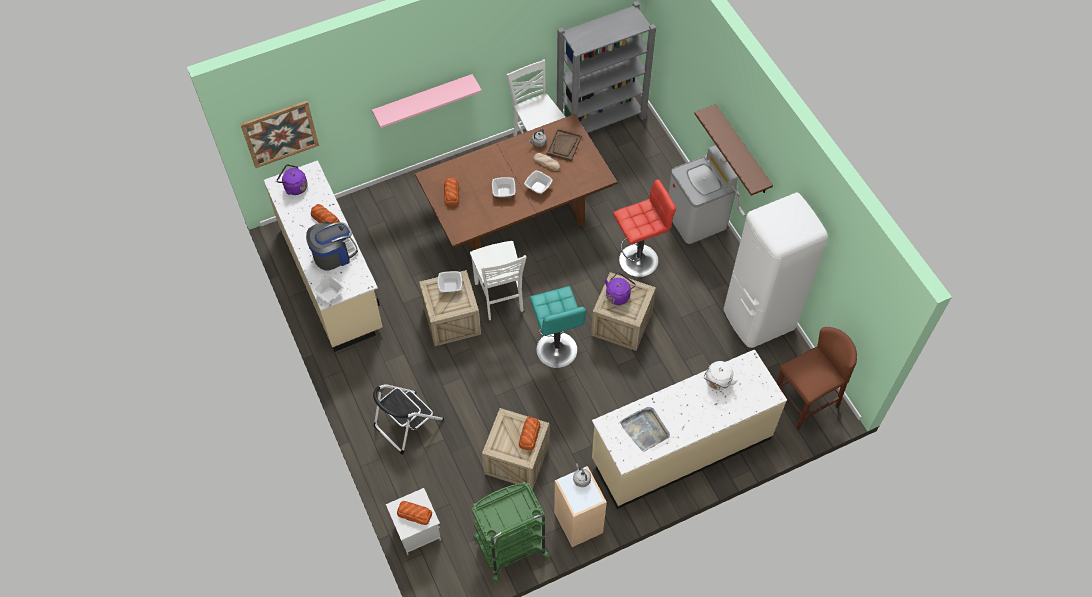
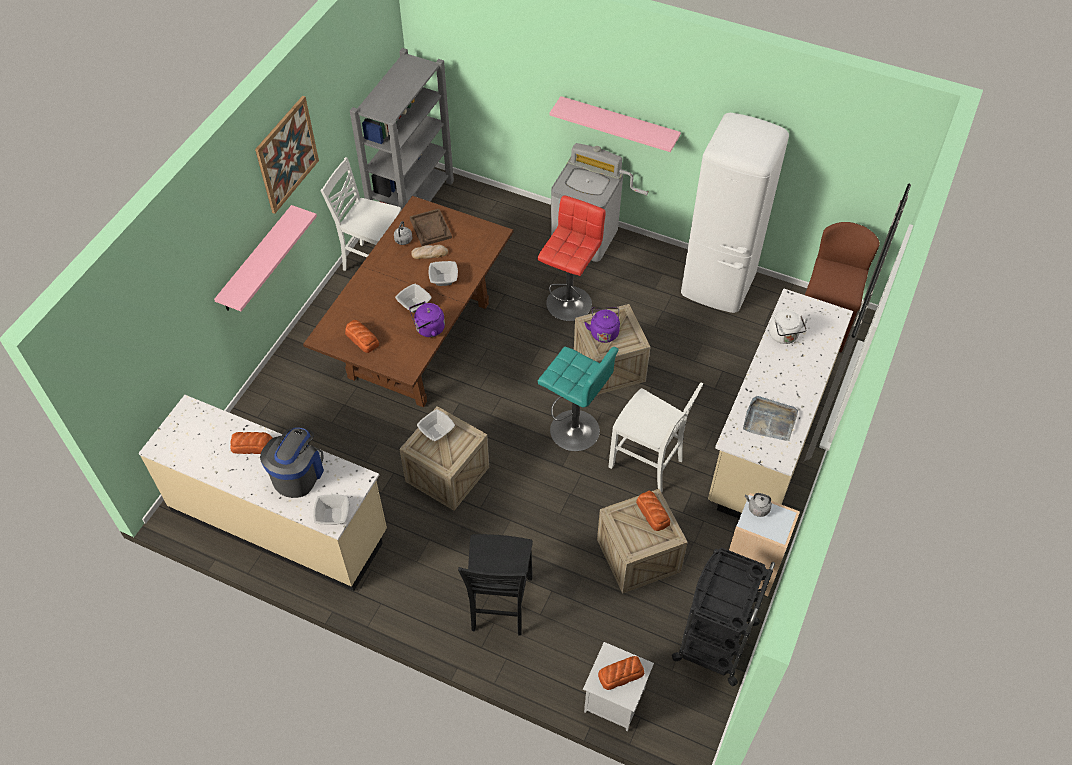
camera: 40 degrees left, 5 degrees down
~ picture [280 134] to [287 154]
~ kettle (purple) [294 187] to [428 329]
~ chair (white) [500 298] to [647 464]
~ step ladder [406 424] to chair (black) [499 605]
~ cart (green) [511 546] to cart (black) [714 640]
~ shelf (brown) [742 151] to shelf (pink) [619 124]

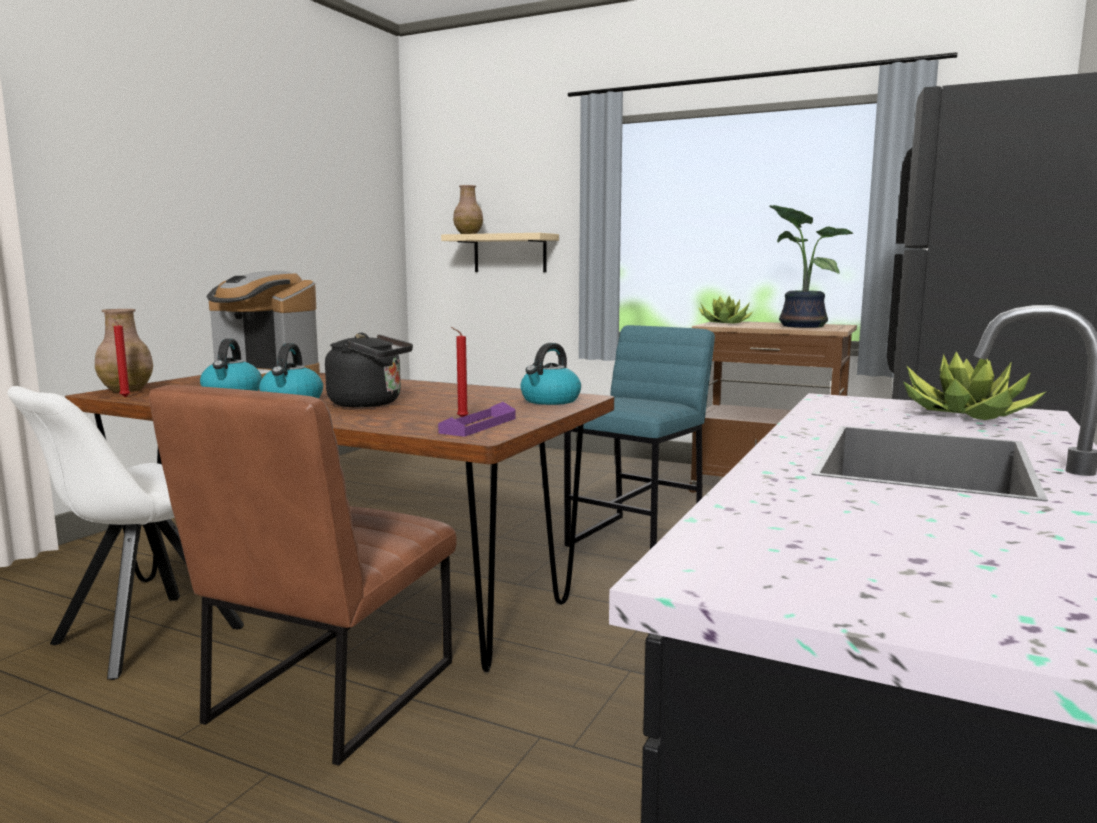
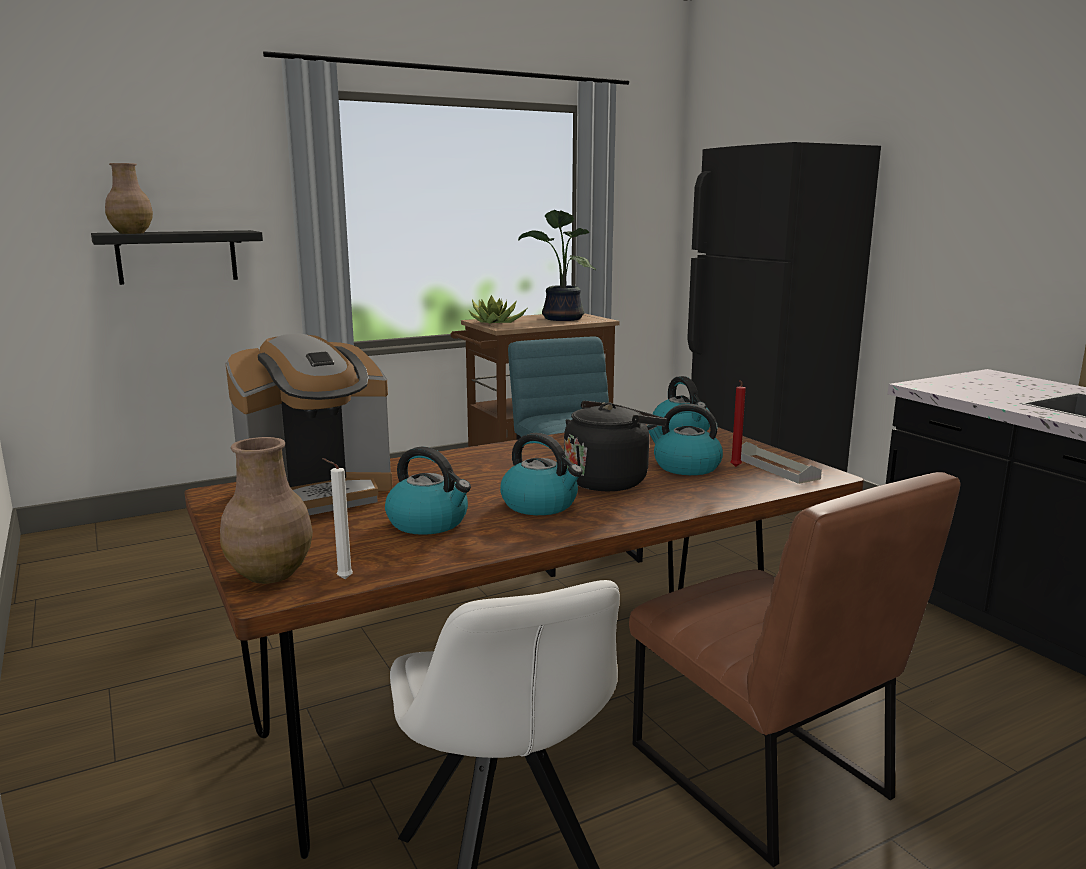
camera: 55 degrees left, 5 degrees up
- potted plant [965 415]
+ kettle [685 467]
~ candle (red) [124 397] to candle (white) [342 579]
~ tray (purple) [478 425] to tray (grey) [776 468]
~ shelf (beige) [510 253] to shelf (black) [177 256]

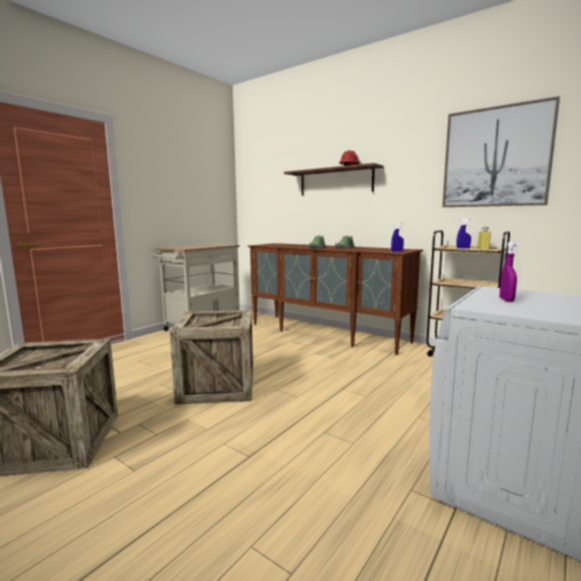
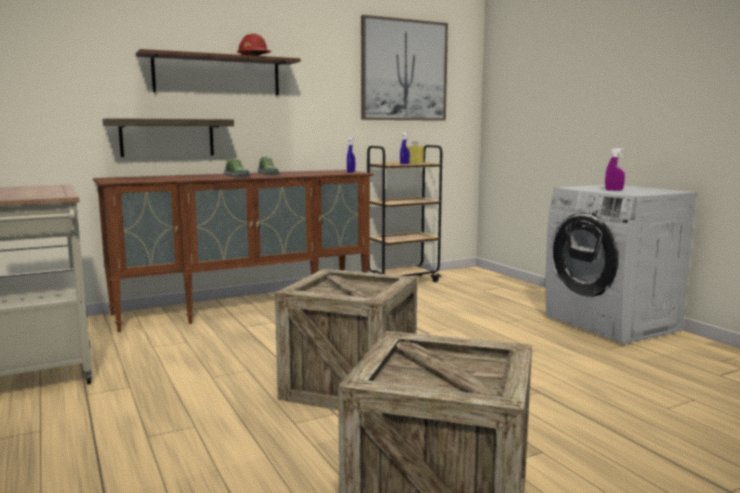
camera: 65 degrees left, 0 degrees up
+ shelf [167 137]

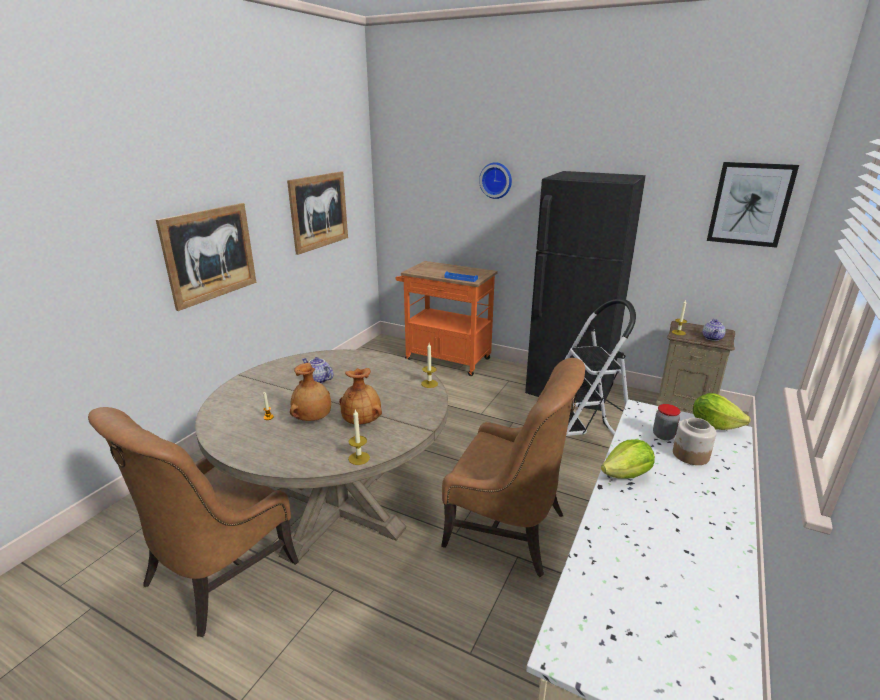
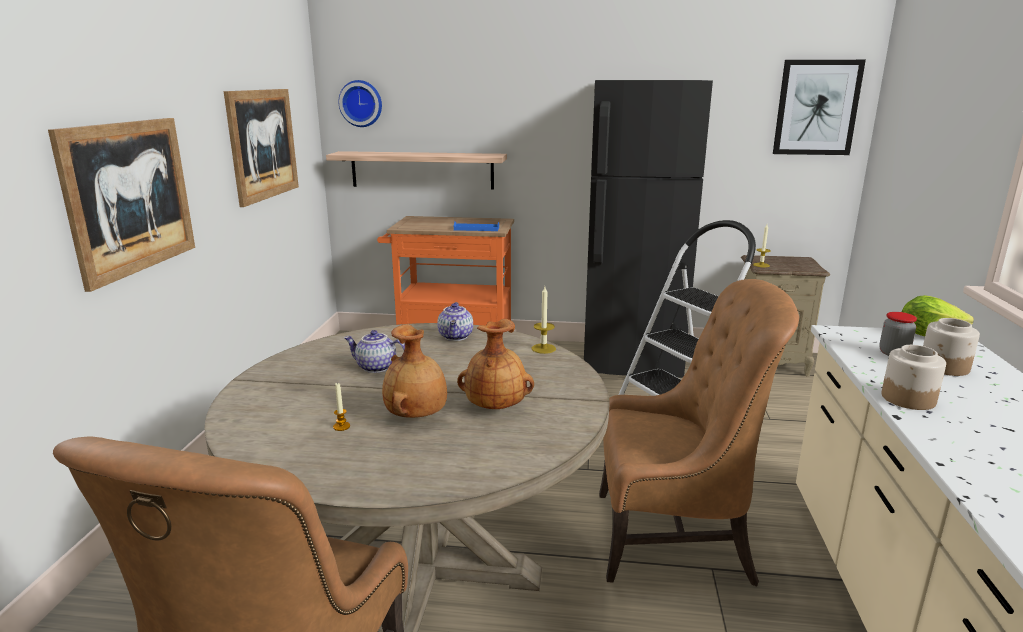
camera: 20 degrees left, 5 degrees down
- candle [359 458]
+ shelf [422 170]
~ wall clock [496 180] to [361 103]
~ teapot [712 338] to [456 336]
~ lettuce [627 475] to jar [909 399]

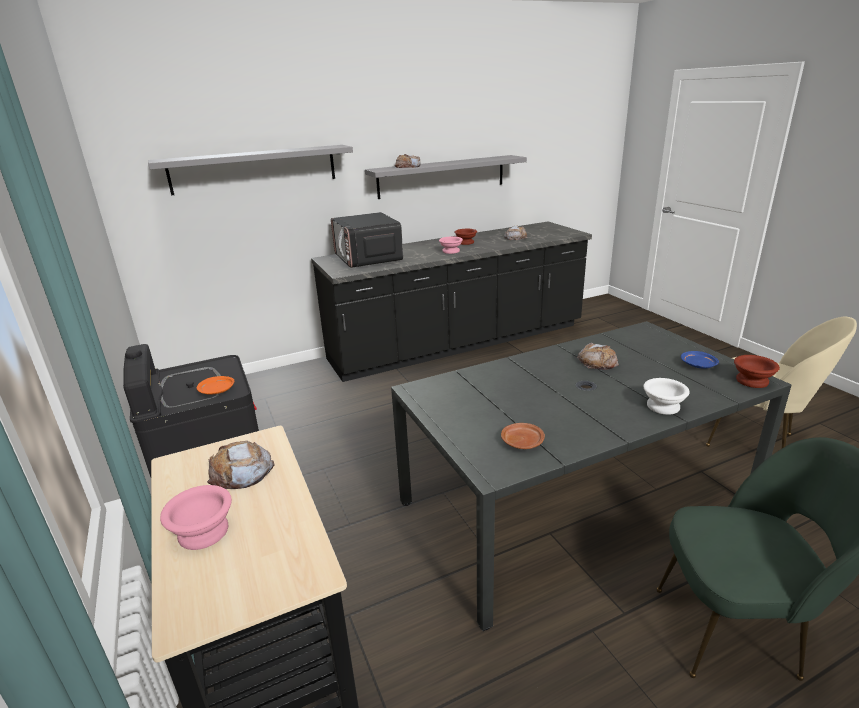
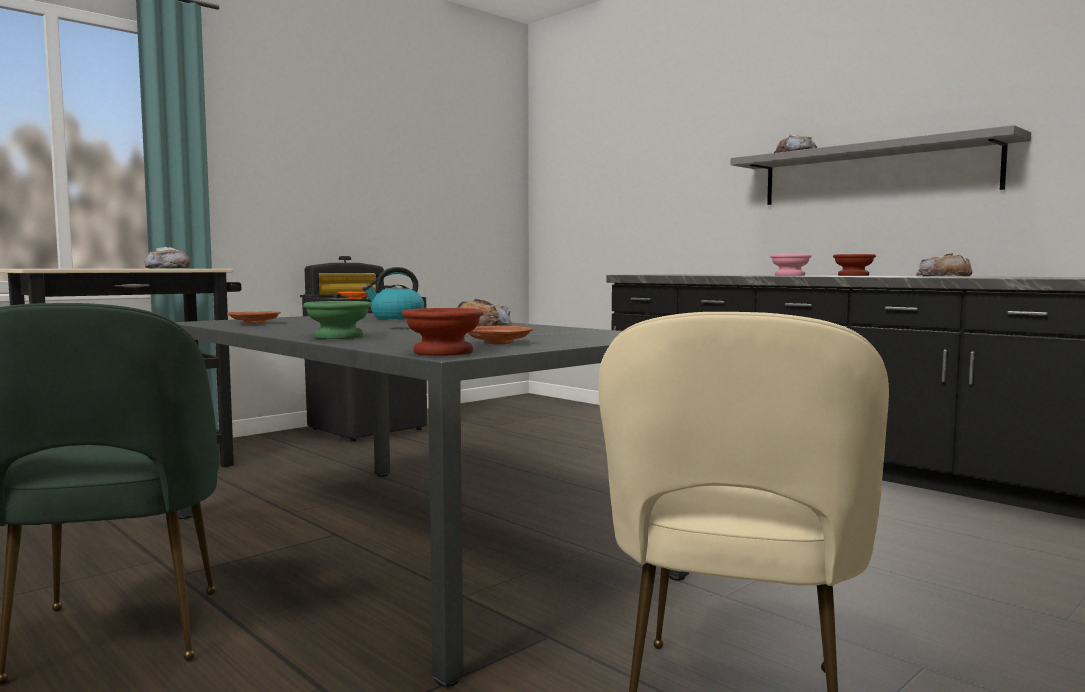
camera: 70 degrees right, 20 degrees down
- shelf (grey) [254 169]
- bowl (pink) [205 531]
- microwave [368 259]
+ kettle [396 317]
~ bowl (white) [663 407] to bowl (green) [336 337]
~ plate (blue) [698 365] to plate (brown) [497 343]

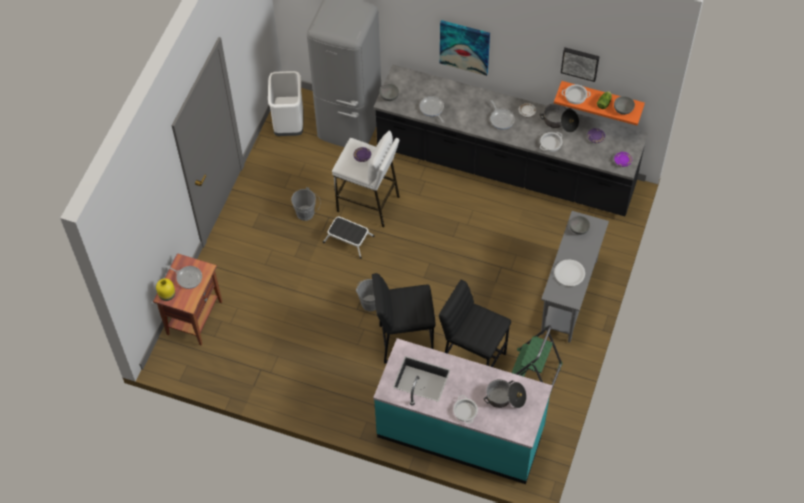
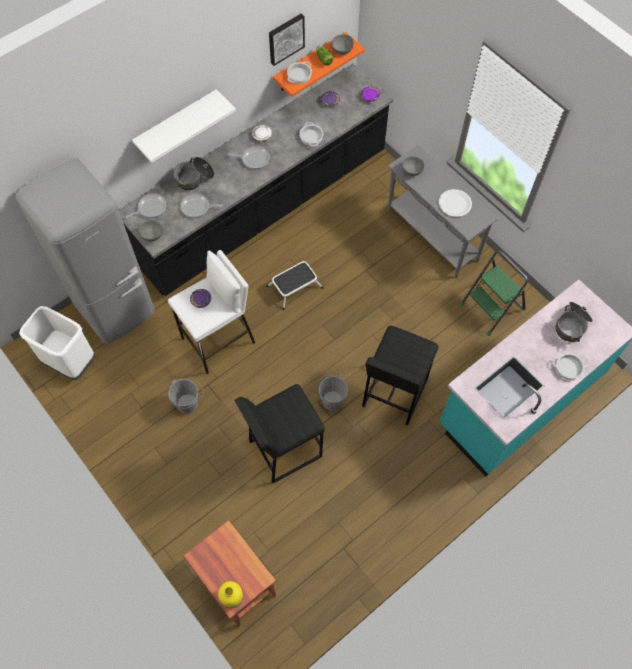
camera: 60 degrees left, 5 degrees up
~ frying pan [188 277] to [150 208]
~ step ladder (black) [348 239] to [294 286]
~ stool (black) [472 359] to [283 450]
~ cooking pot [559 122] to [194 178]
~ picture [464 47] to shelf (white) [177 123]

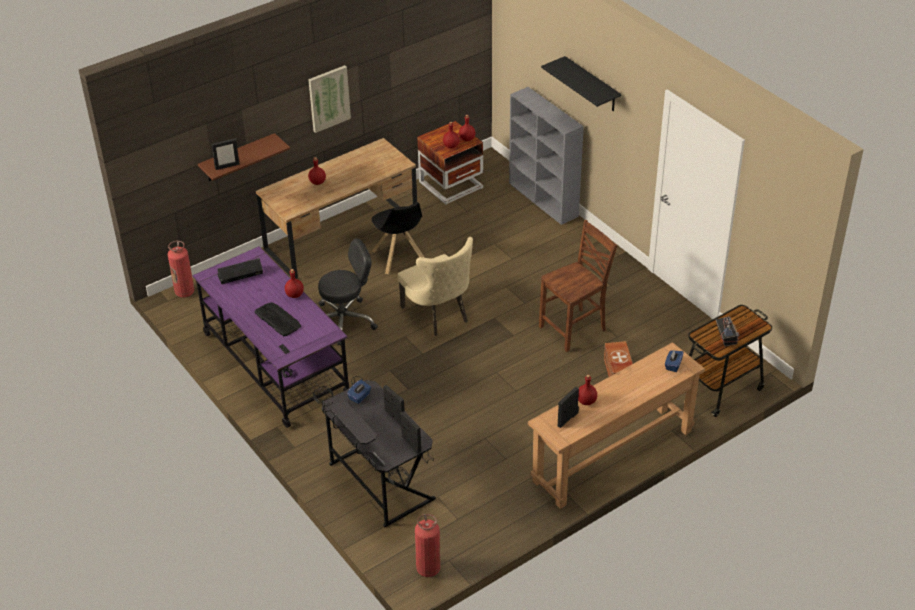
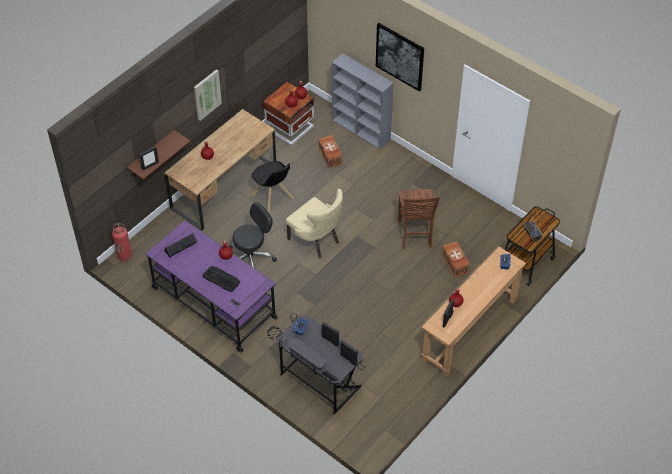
camera: 15 degrees left, 10 degrees up
- fire extinguisher [428 568]
+ storage box (brown) [330 156]
~ shelf (black) [592 85] to picture [400 56]
~ chair (brown) [574 329] = [415 235] 135 degrees clockwise

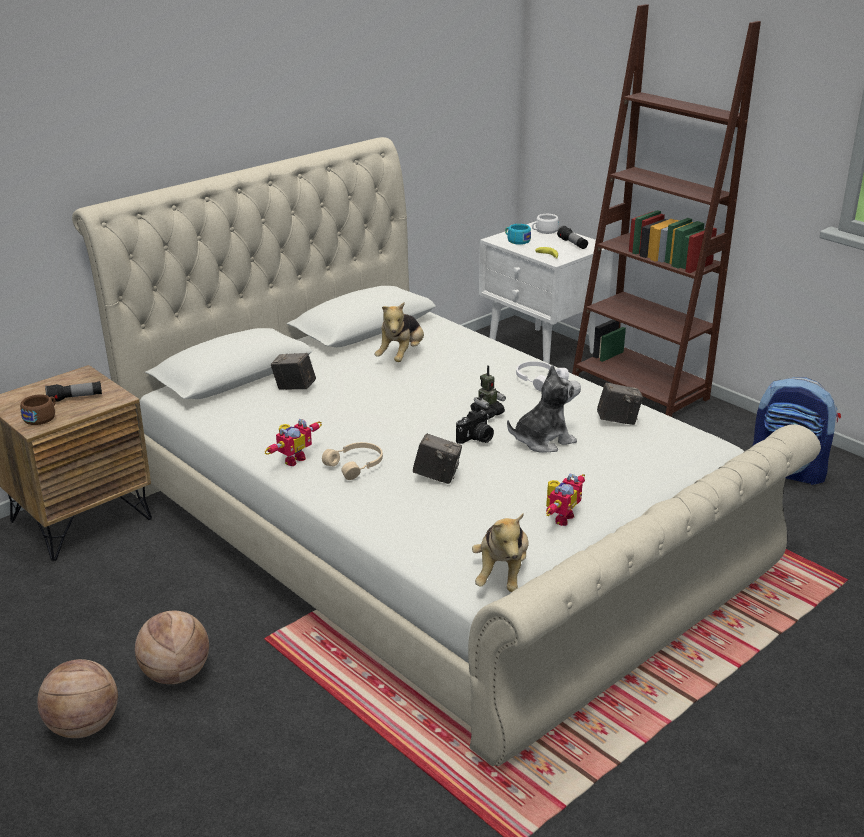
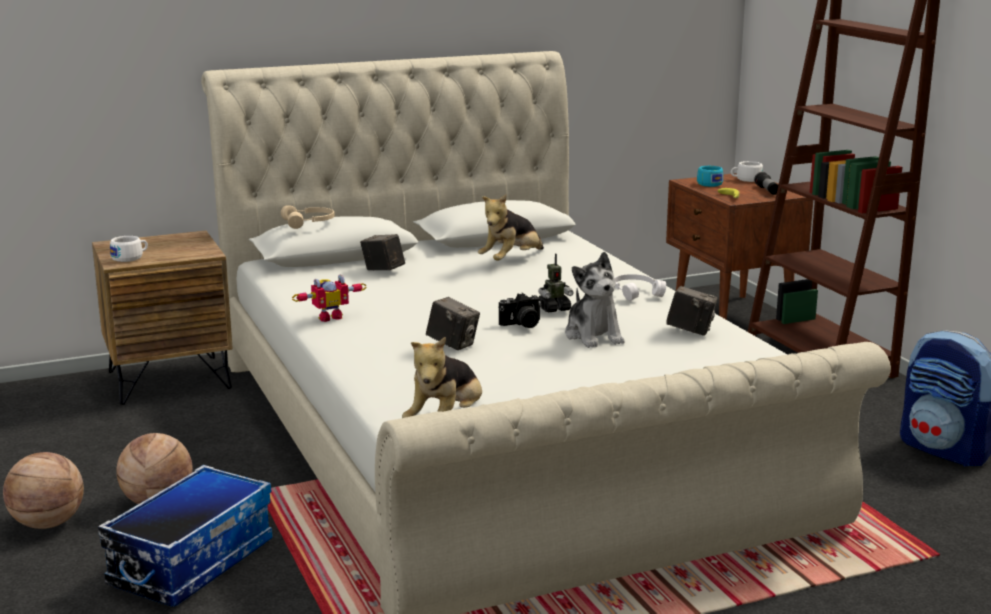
camera: 20 degrees right, 10 degrees down
- flashlight [75 398]
- toy robot [560 517]
+ storage box [191 562]
~ headphones (beige) [356 465] to [309 223]
~ cup (brown) [42 417] to cup (white) [130 257]
~ nightstand (white) [542 351] to nightstand (brown) [732 314]
~ plush toy [543 440] = [593 335] 75 degrees clockwise

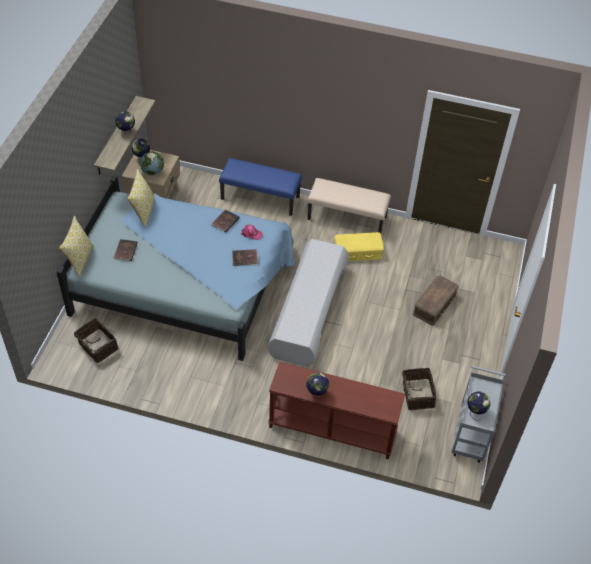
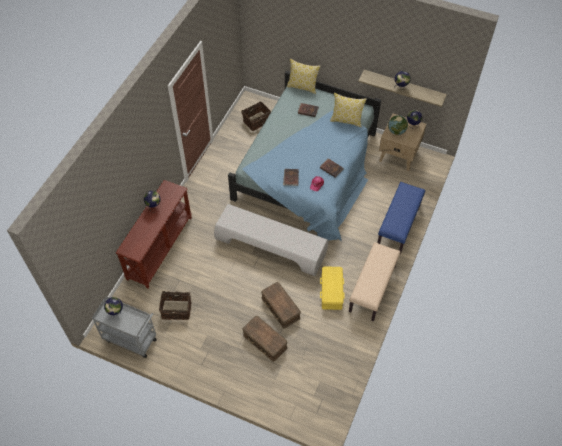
camera: 100 degrees right, 5 degrees up
+ storage box (brown) [281 308]

